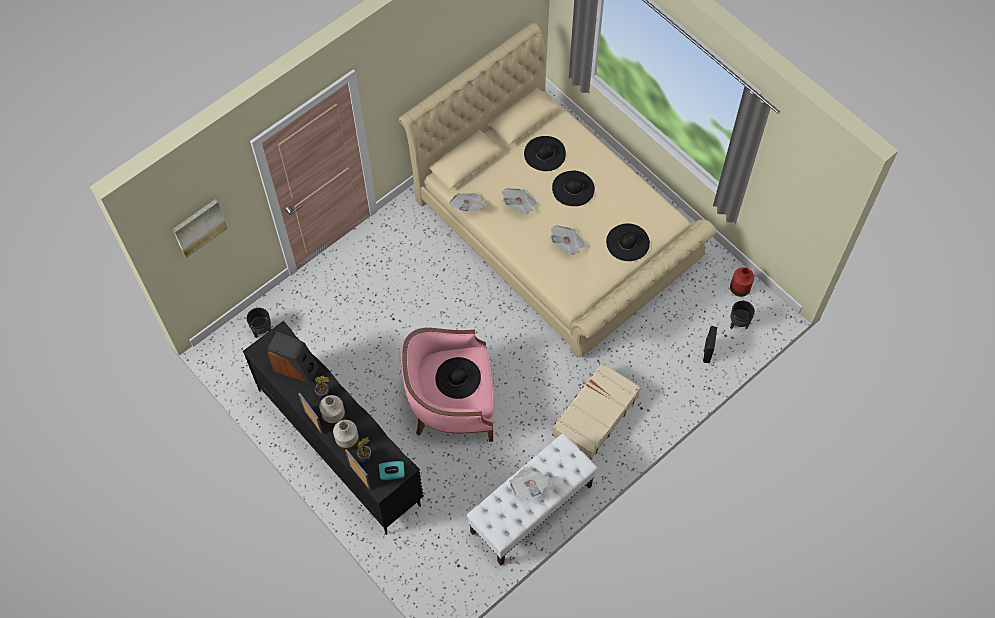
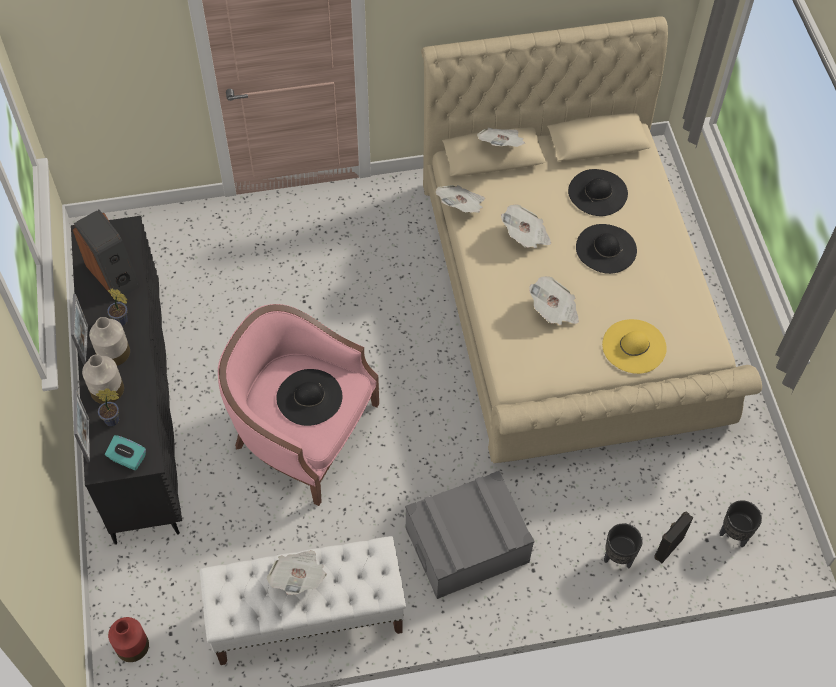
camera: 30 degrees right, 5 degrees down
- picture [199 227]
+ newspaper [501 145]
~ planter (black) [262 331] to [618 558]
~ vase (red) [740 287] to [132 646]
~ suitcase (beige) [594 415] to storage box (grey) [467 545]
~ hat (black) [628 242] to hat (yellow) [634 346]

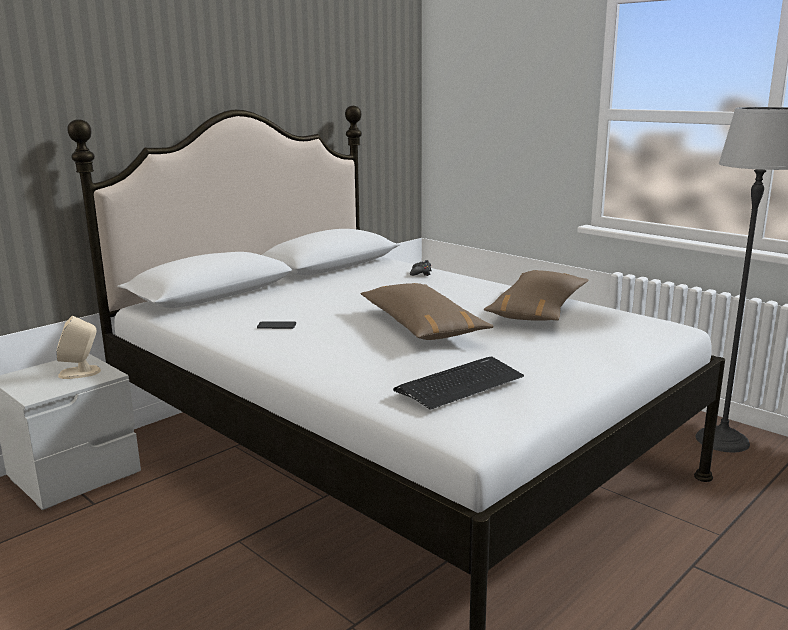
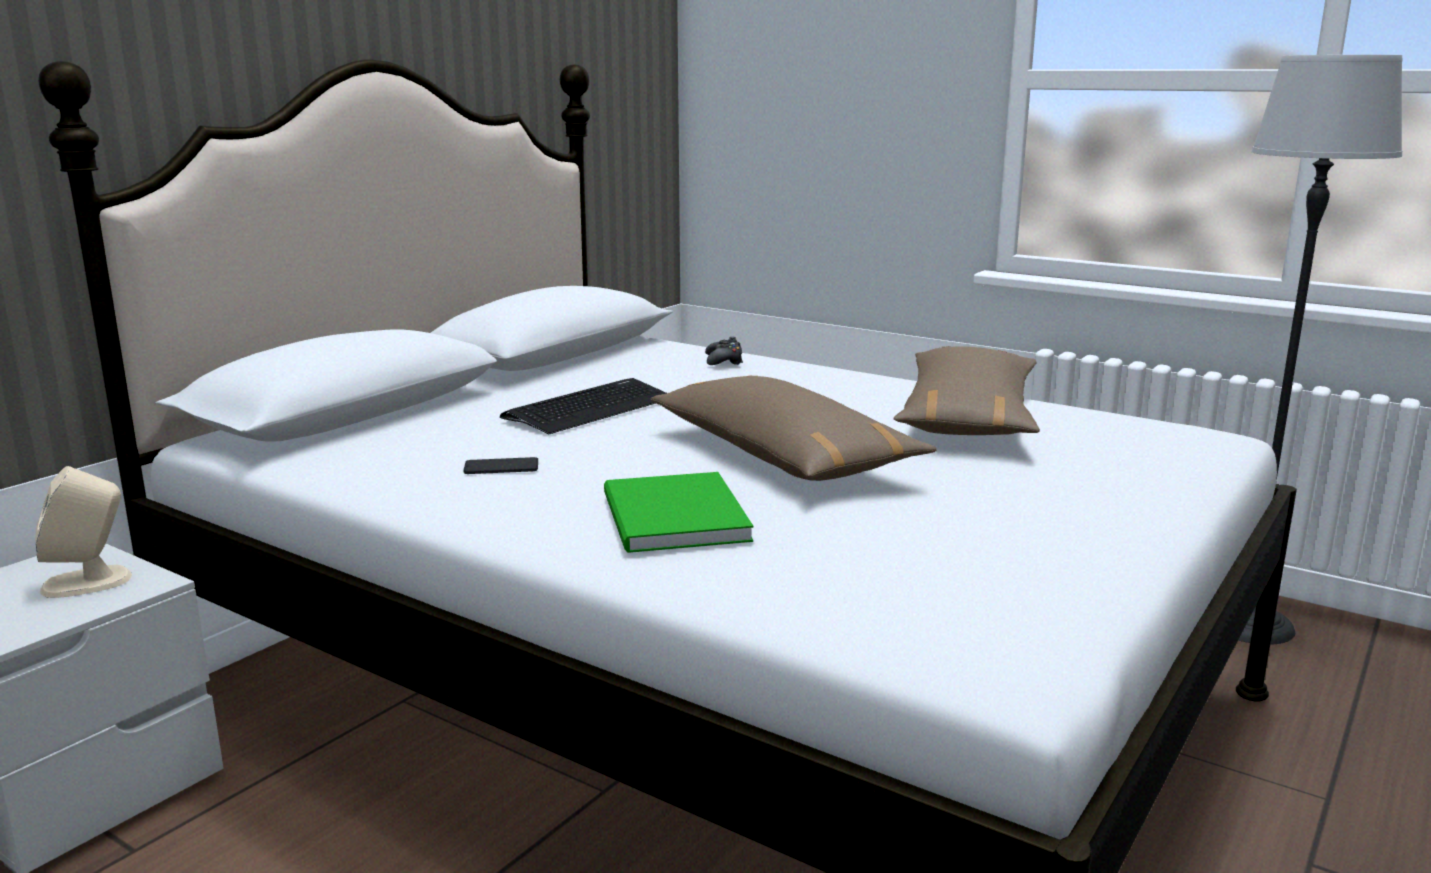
camera: 10 degrees left, 0 degrees up
+ book (green) [671 519]
~ keyboard [460 384] to [590 409]

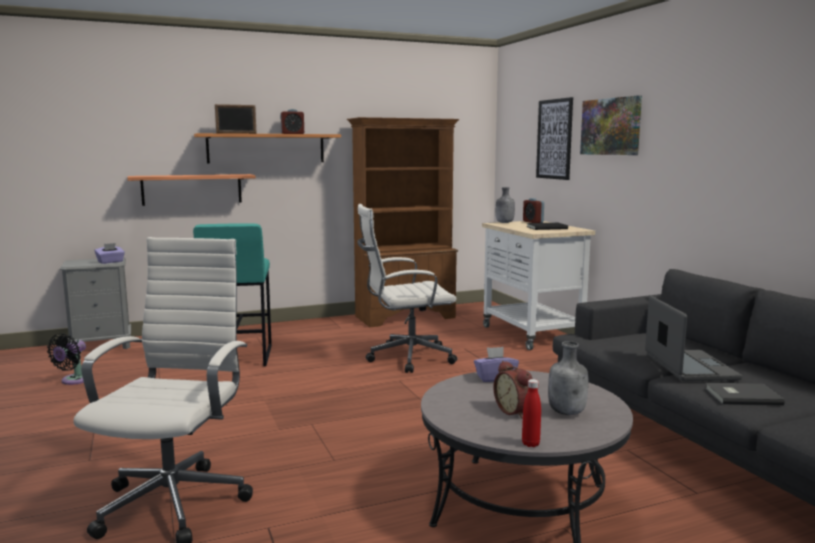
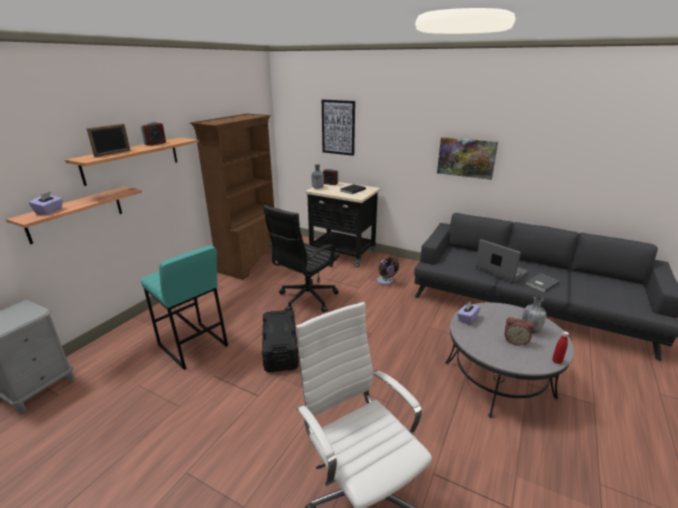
camera: 40 degrees left, 15 degrees up
+ storage box (black) [280 350]
~ fan (black) [74 380] to [385 282]
~ tissue box (purple) [110 262] to [49 211]
~ picture [611 126] to [466 157]
~ office chair (white) [406 358] to office chair (black) [305 299]
~ cart (white) [532 335] to cart (black) [342 254]

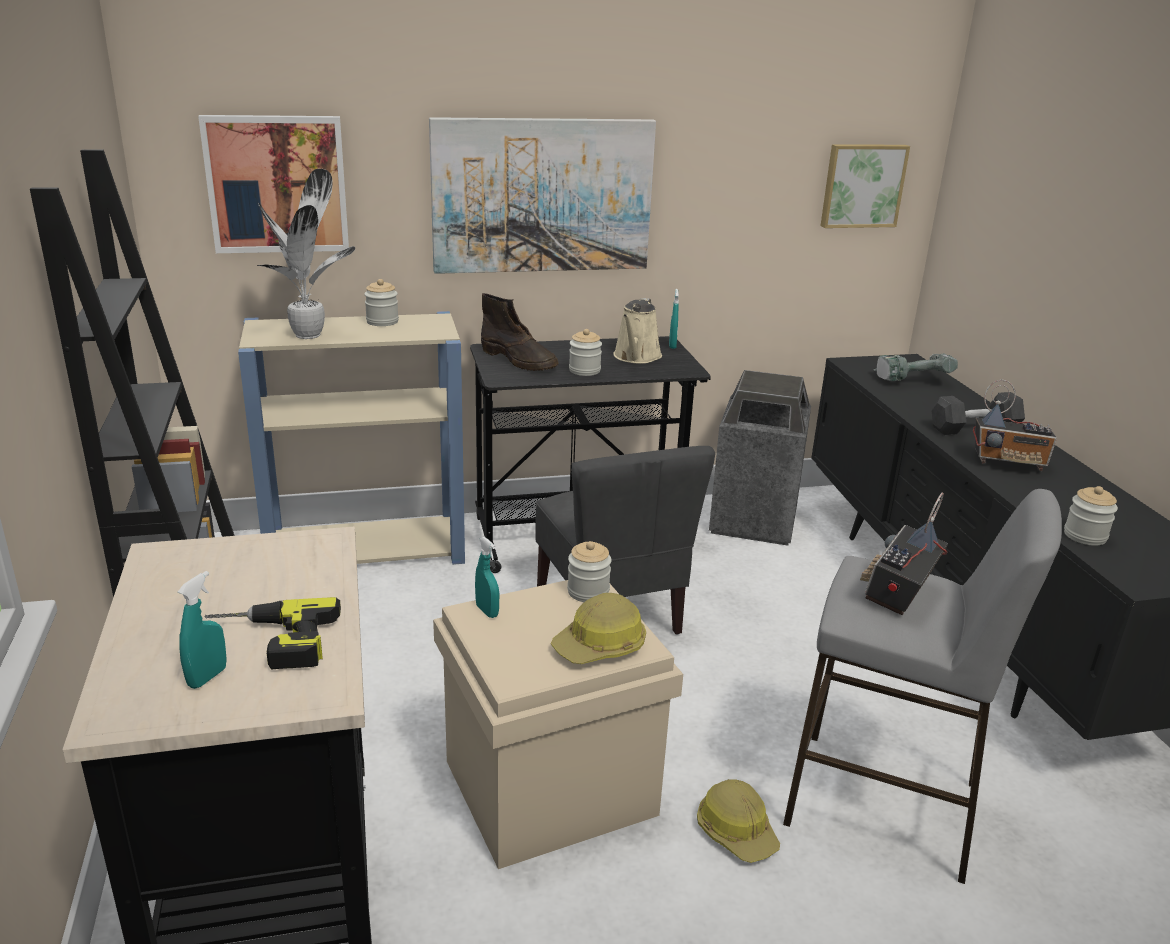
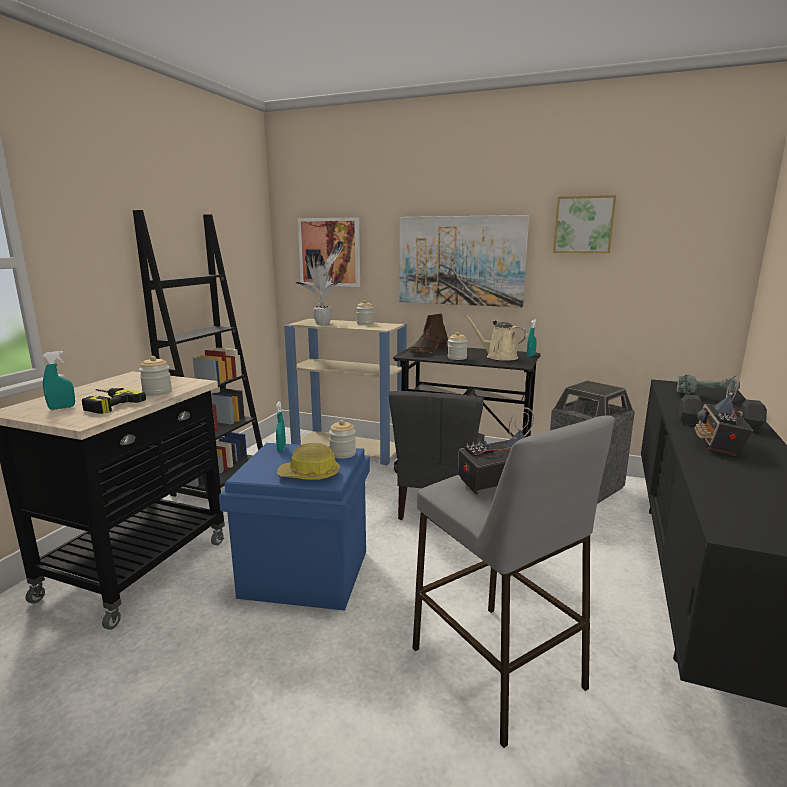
camera: 35 degrees right, 10 degrees down
- hard hat [736 831]
~ picture [862 185] to [583 225]
~ jar [1085 536] to [157 392]
~ storage box (beige) [548 789] to storage box (blue) [304 574]
~ boot (brown) [519 360] = [429 351] 45 degrees clockwise
~ watering can (beige) [636 357] = [498 357] 75 degrees clockwise
~ radio [1008 463] = [718 446] 60 degrees clockwise

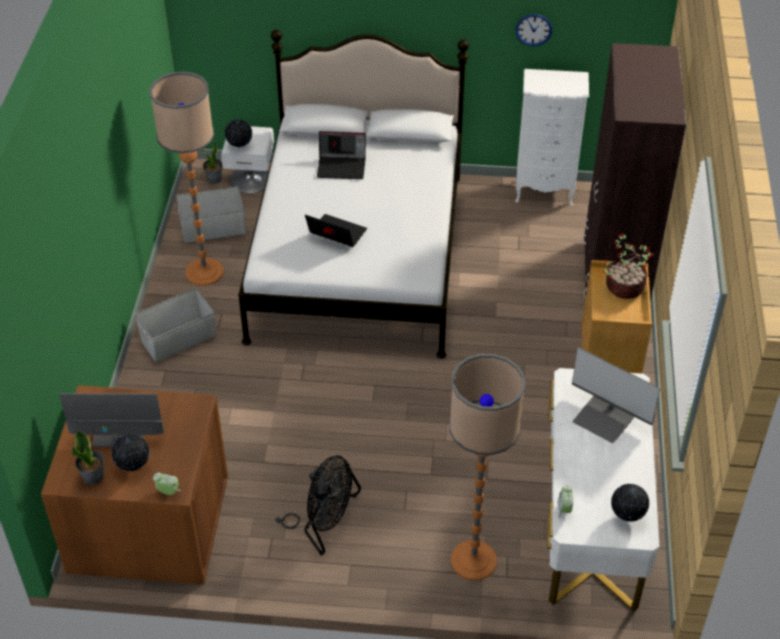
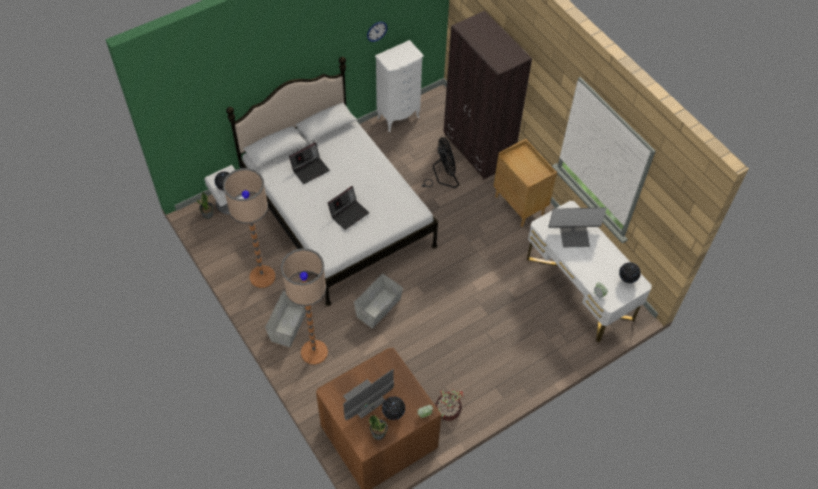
camera: 40 degrees left, 10 degrees up
~ storage box (grey) [213 229] to [379 308]
~ fan (black) [322 521] to [441 175]
~ floor lamp [473 560] to [314 352]
~ potted plant [623 287] to [447 411]
~ laptop [335 234] = [349 213] 150 degrees clockwise

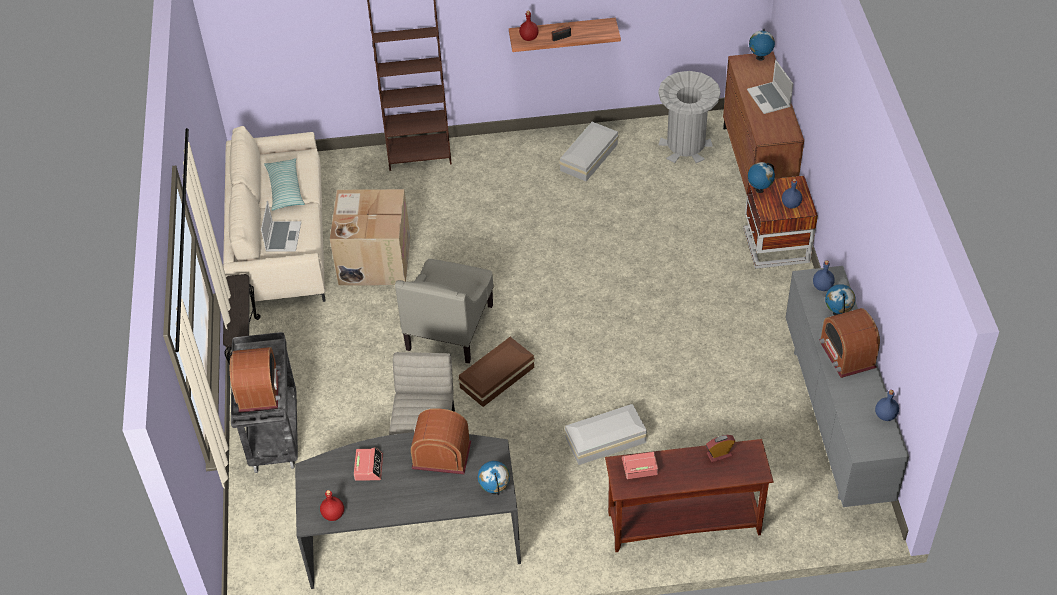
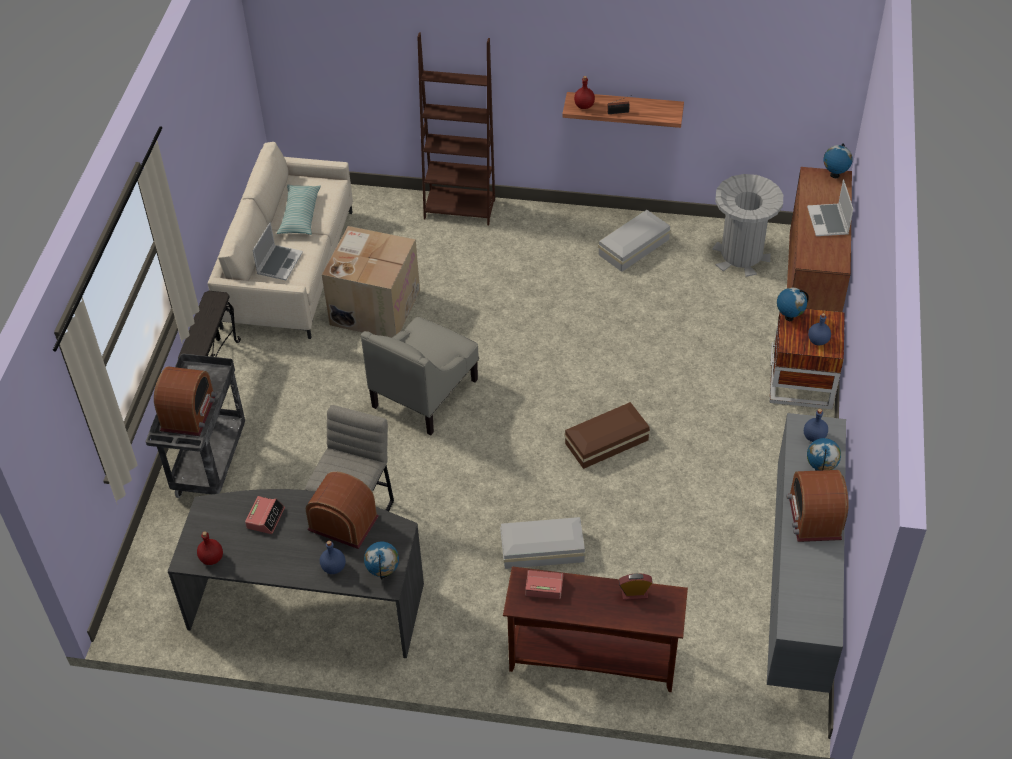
camera: 15 degrees right, 0 degrees up
~ storage box (brown) [498 377] to [608 442]
~ bottle (blue) [885 415] to [333 568]

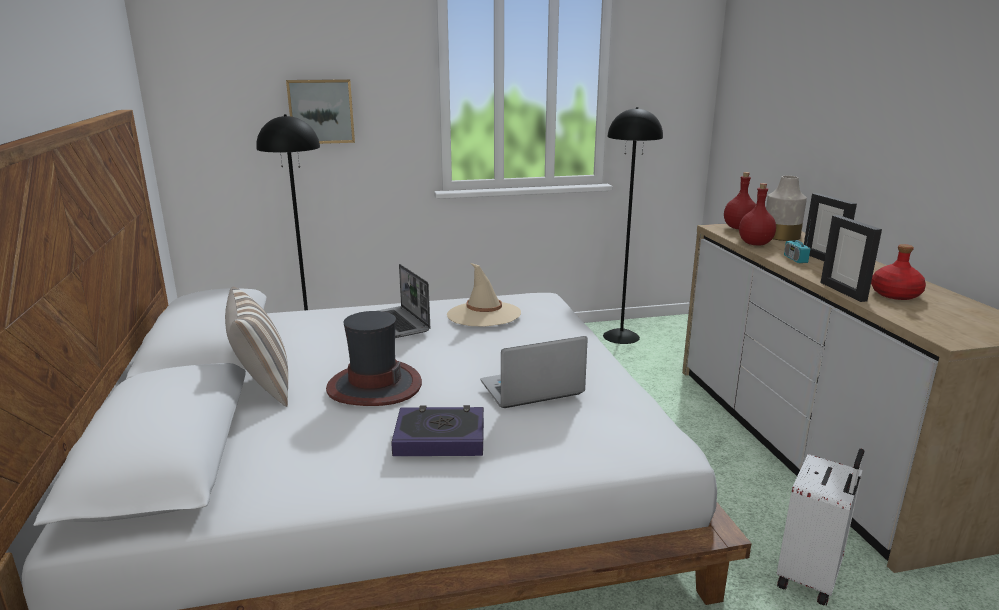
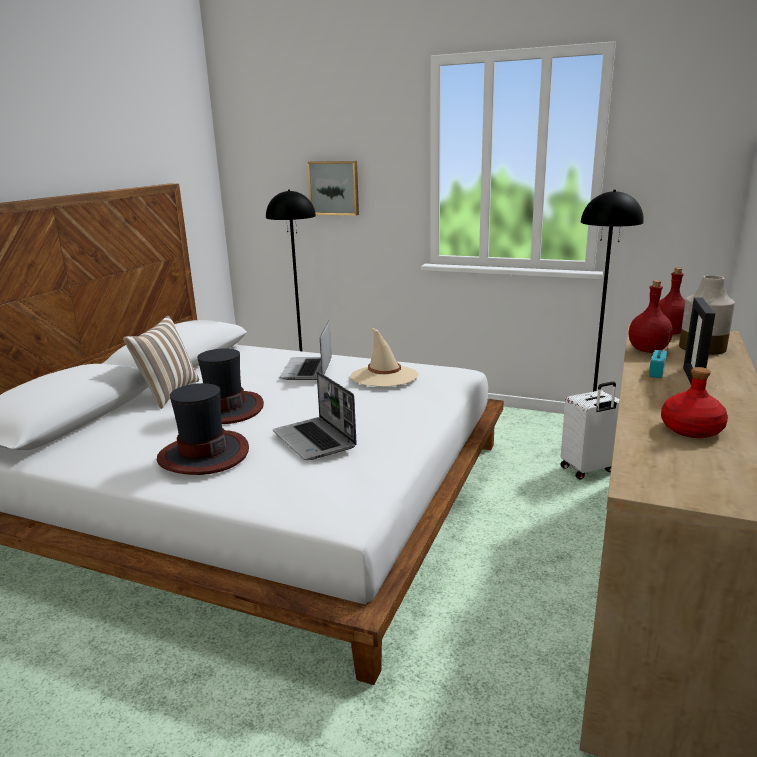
camera: 35 degrees right, 0 degrees up
- picture frame [844 291]
~ suitcase (white) [810 577] to [588 469]
~ book [440 438] to hat [203 454]
~ laptop [531 389] = [315 440] 135 degrees counterclockwise

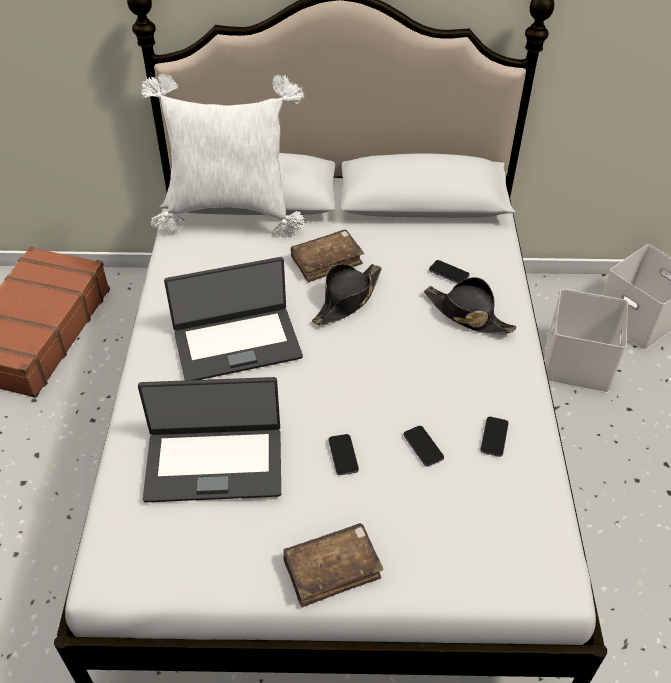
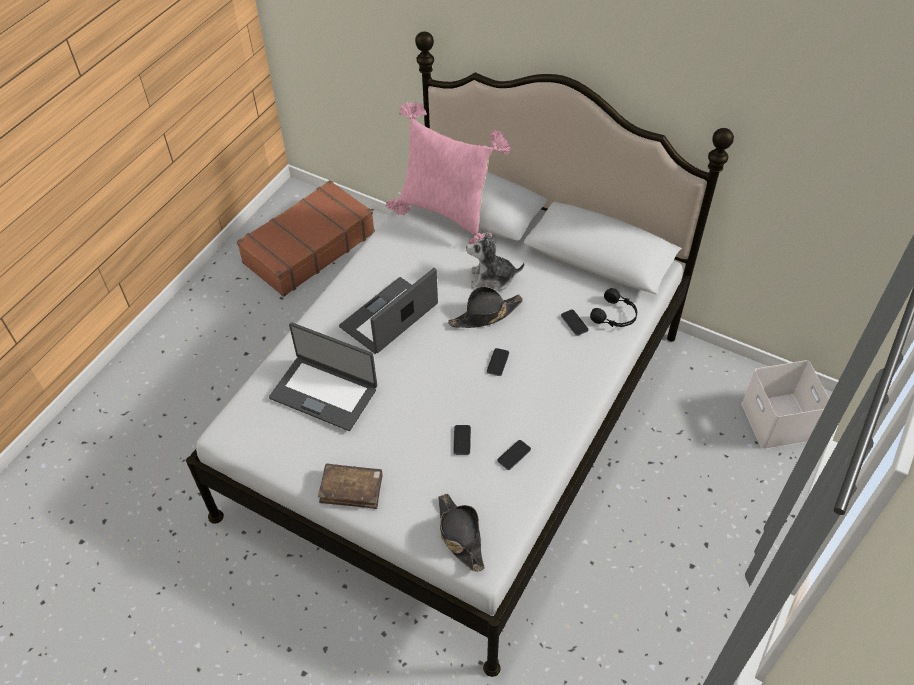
camera: 30 degrees right, 5 degrees up
- storage box (white) [578 364]
+ headphones (black) [615 316]
~ phone [343 455] to [498 363]
~ hat (black) [467 315] to [460 535]
~ book (brown) [326 261] to plush toy [492 279]
~ pillow (white) [231 219] to pillow (pink) [447 219]
~ laptop [237 343] = [390 317] 120 degrees clockwise

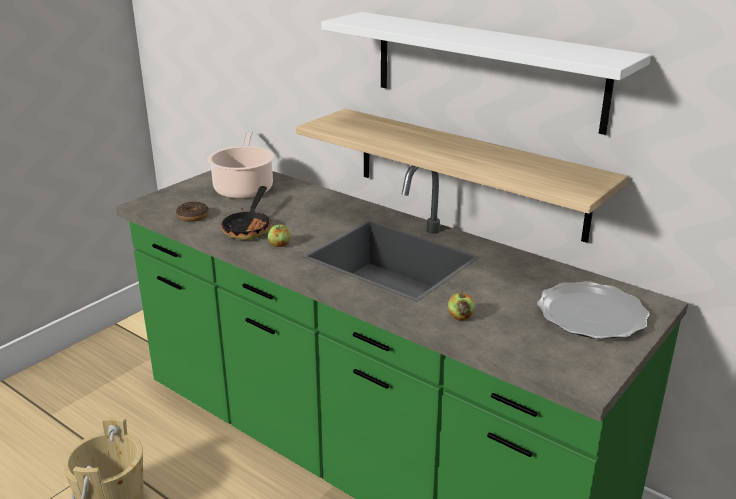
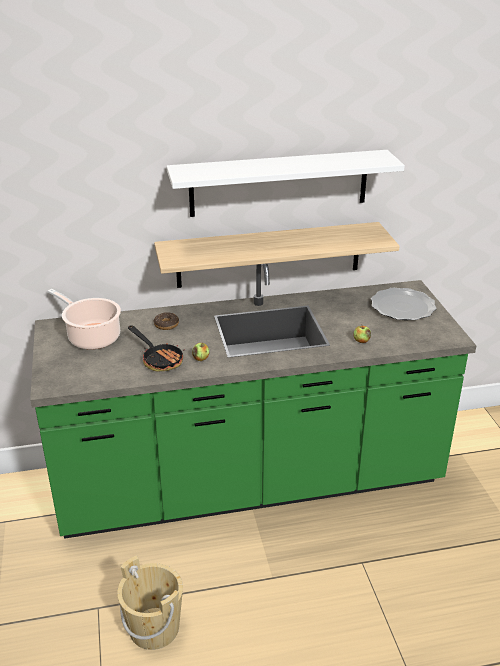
camera: 50 degrees left, 5 degrees up
~ donut [193 216] to [166 325]

